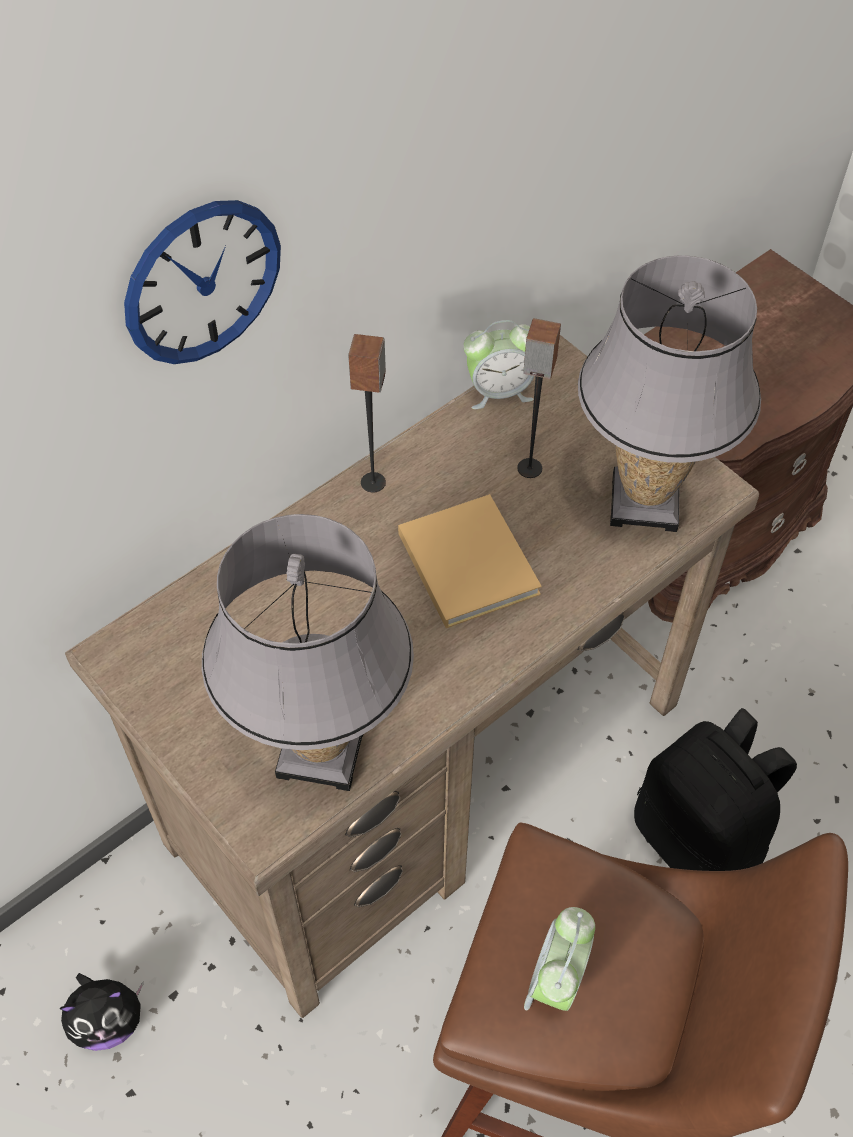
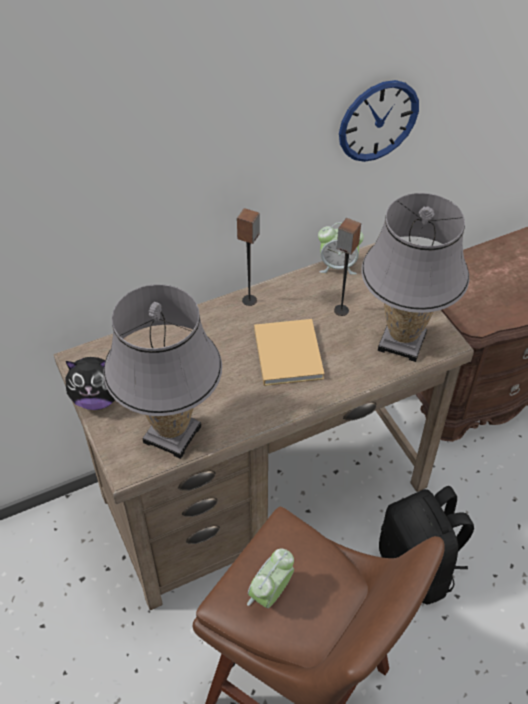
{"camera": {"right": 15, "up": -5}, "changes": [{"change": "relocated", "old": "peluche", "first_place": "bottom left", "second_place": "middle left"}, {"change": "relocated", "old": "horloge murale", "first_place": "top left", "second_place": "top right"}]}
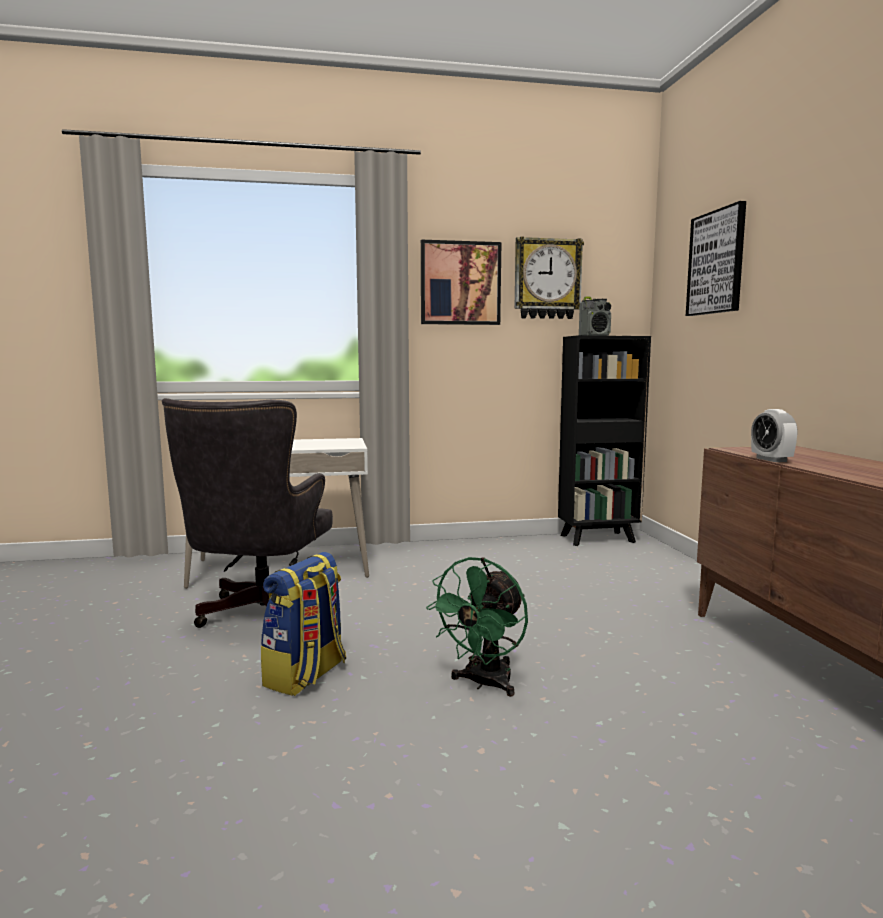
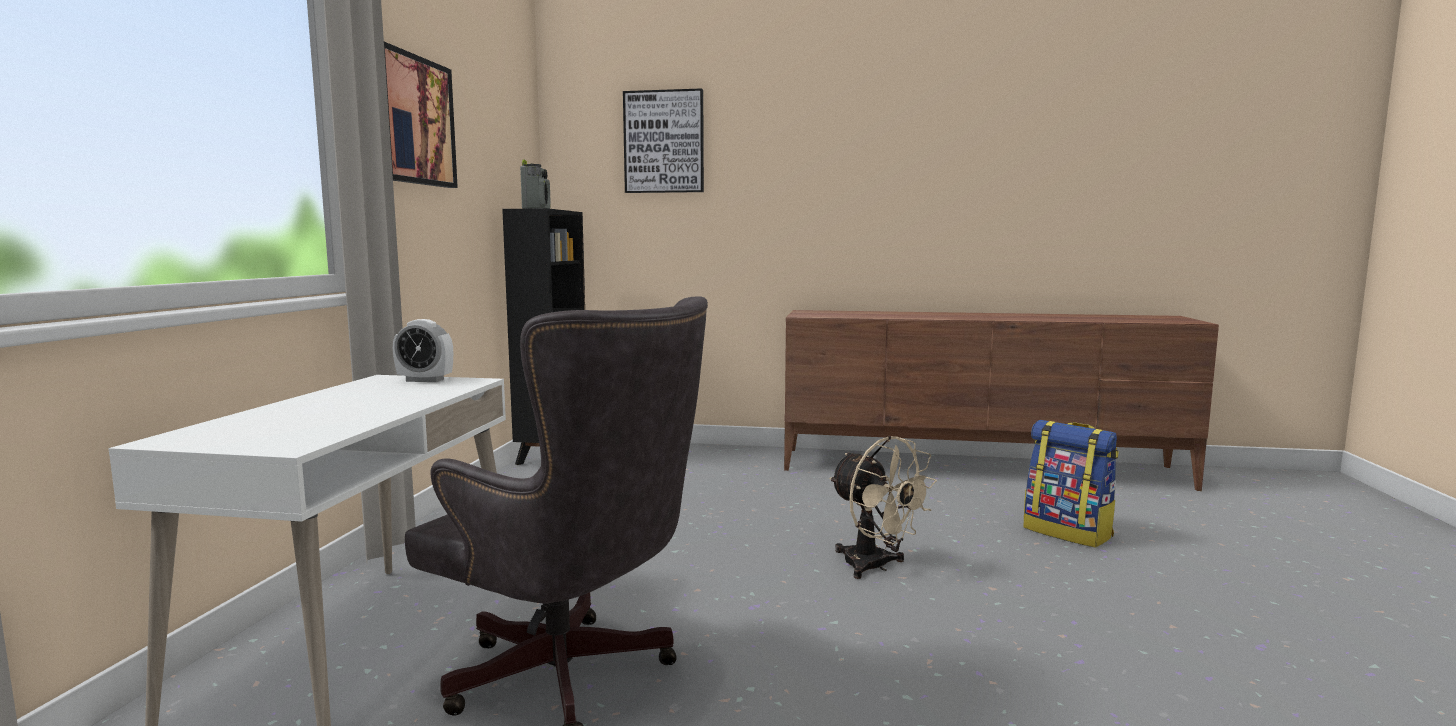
{"camera": {"right": -70, "up": 0}, "changes": [{"change": "relocated", "old": "sac à dos", "first_place": "bottom centre", "second_place": "bottom right"}, {"change": "colour", "old": "ventilateur (vert)", "new": "ventilateur (beige)", "first_place": "bottom centre", "second_place": "bottom centre"}, {"change": "missing", "old": "horloge murale", "first_place": "top centre"}, {"change": "relocated", "old": "réveil", "first_place": "middle right", "second_place": "middle left"}]}
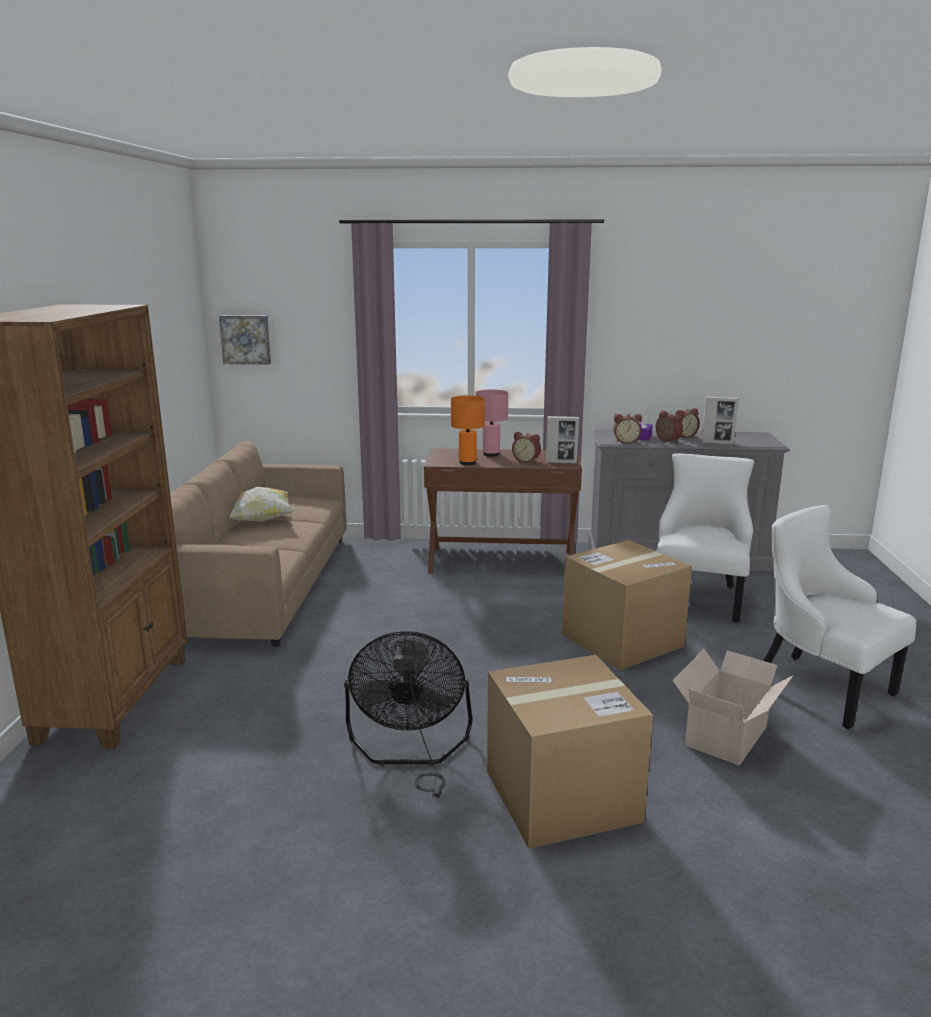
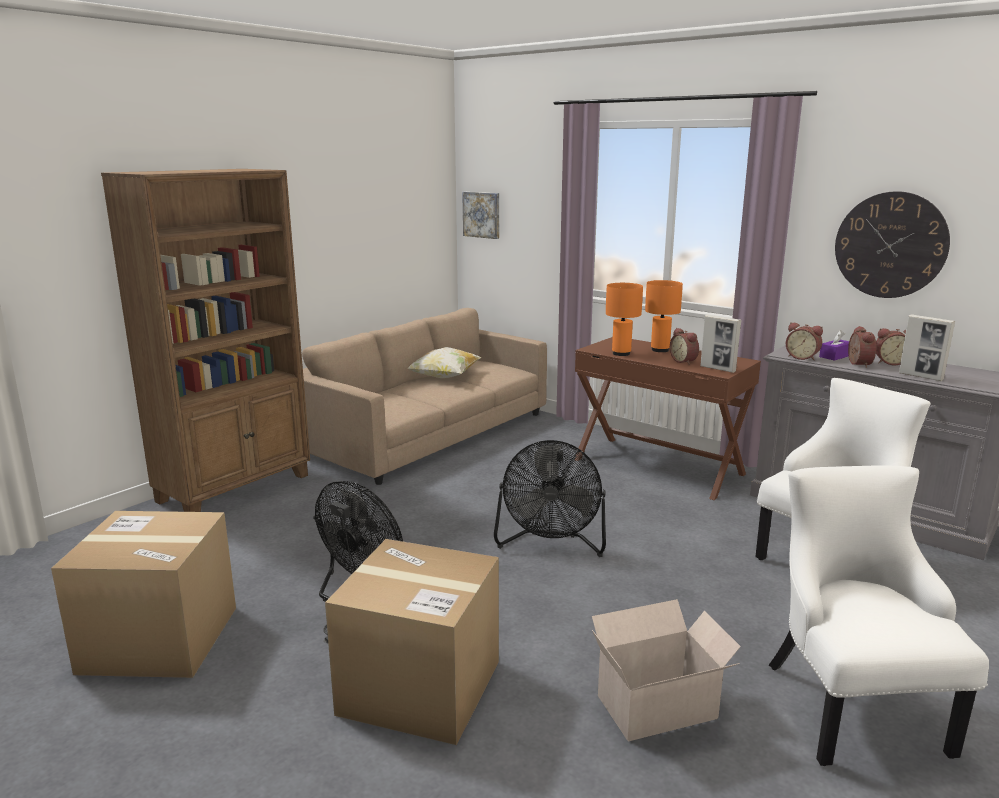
{"camera": {"right": 35, "up": 0}, "changes": [{"change": "colour", "old": "lampe de table (rose)", "new": "lampe de table (orange) (no. 2 from left)", "first_place": "centre", "second_place": "centre"}, {"change": "relocated", "old": "carton (no. 2 from left in the first image)", "new": "carton (no. 1 from left)", "first_place": "middle right", "second_place": "bottom left"}, {"change": "appeared", "new": "ventilateur (noir) (no. 2 from left)", "second_place": "centre"}, {"change": "appeared", "new": "horloge murale", "second_place": "top right"}]}
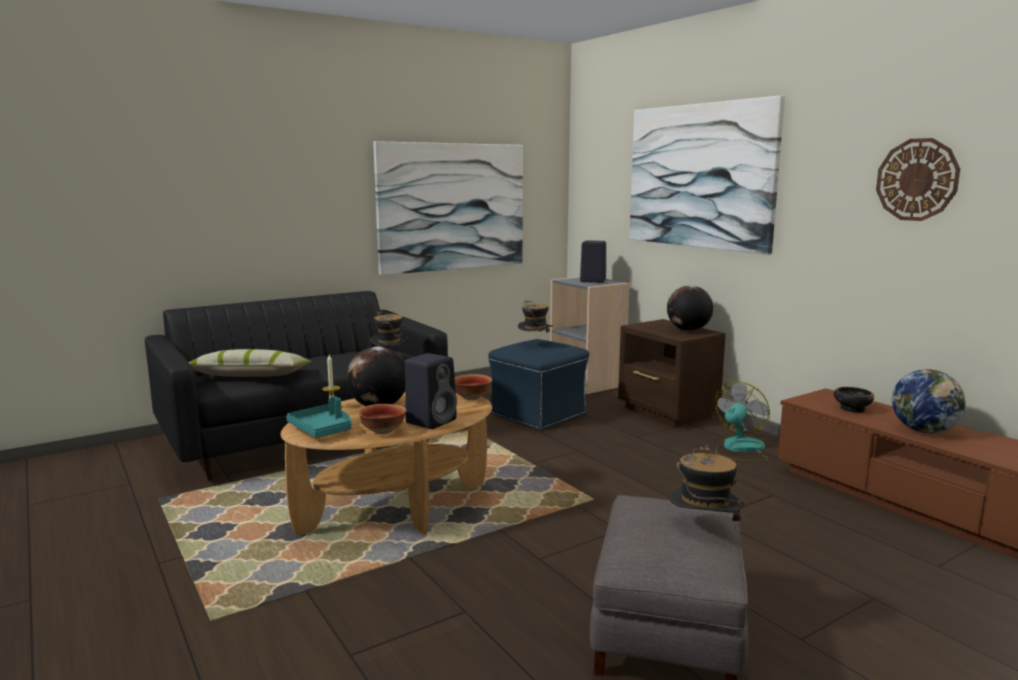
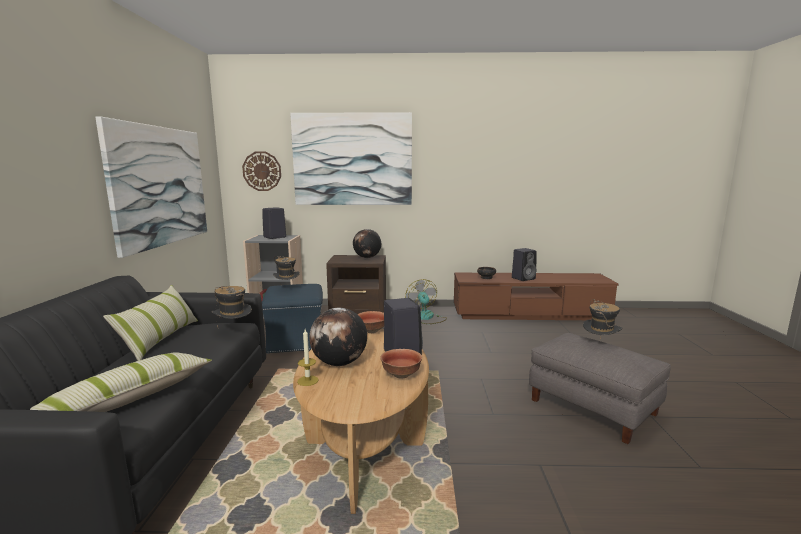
{"camera": {"right": -55, "up": 0}, "changes": [{"change": "missing", "old": "plateau (turquoise)", "first_place": "middle left"}, {"change": "relocated", "old": "horloge murale", "first_place": "top right", "second_place": "top left"}, {"change": "exchanged", "old": "globe (no. 3 from left)", "new": "enceinte (noir) (no. 3 from left)", "first_place": "middle right", "second_place": "centre"}, {"change": "appeared", "new": "coussin (no. 2 from left)", "second_place": "middle left"}]}
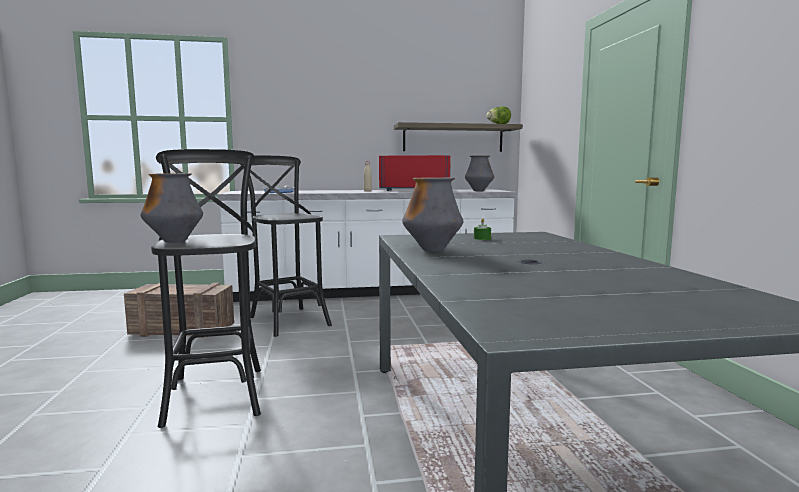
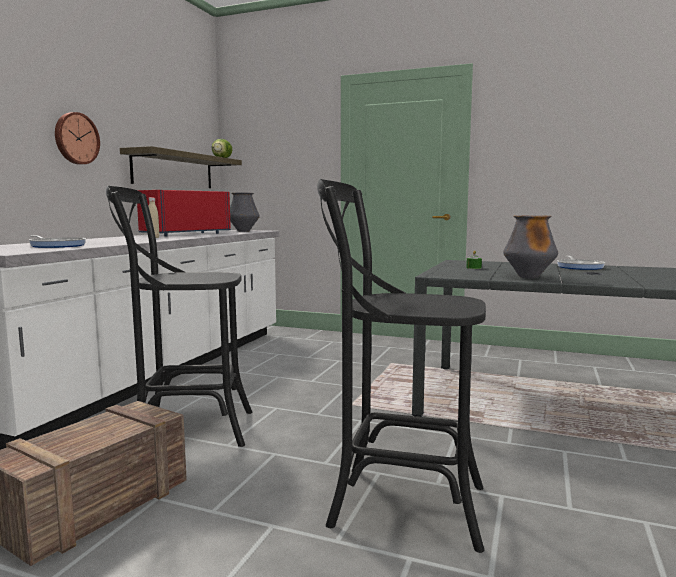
{"camera": {"right": -60, "up": 0}, "changes": [{"change": "missing", "old": "vase (no. 1 from left)", "first_place": "middle left"}, {"change": "appeared", "new": "horloge murale", "second_place": "top left"}, {"change": "appeared", "new": "poêle (no. 2 from left)", "second_place": "middle right"}]}
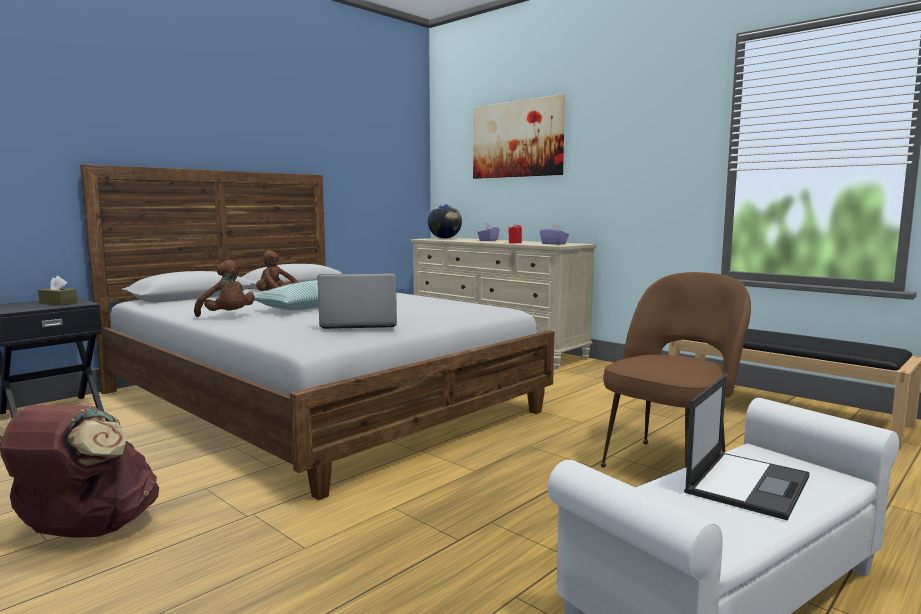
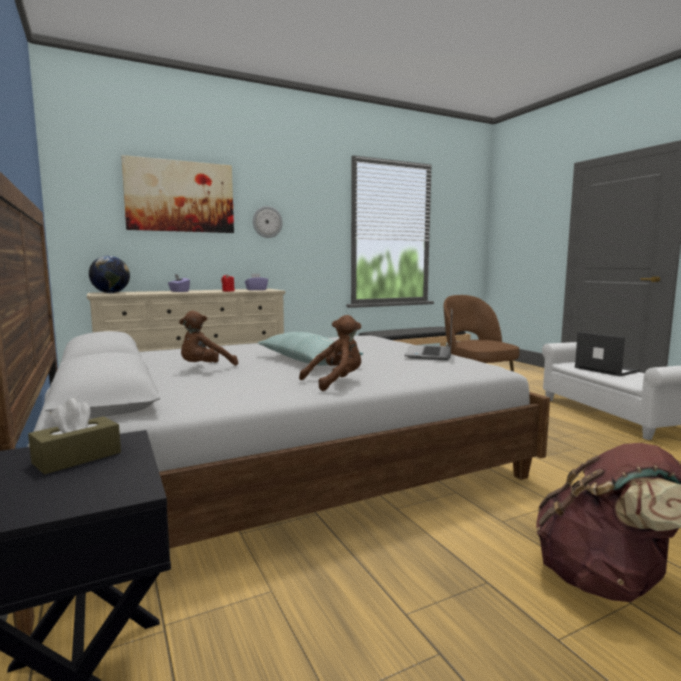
{"camera": {"right": -70, "up": 0}, "changes": [{"change": "appeared", "new": "horloge murale", "second_place": "top centre"}]}
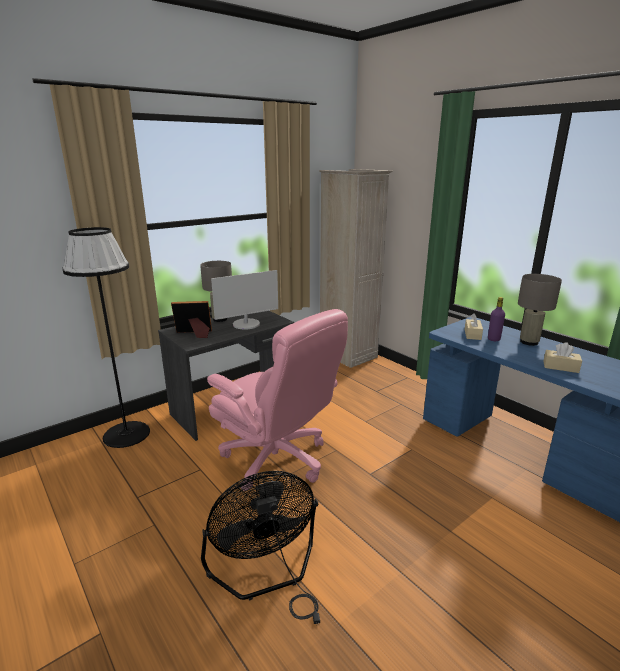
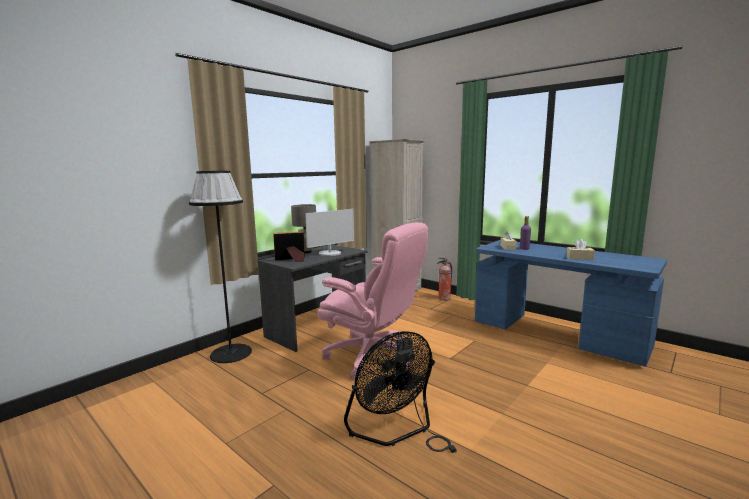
{"camera": {"right": -10, "up": -10}, "changes": [{"change": "missing", "old": "lampe de table (gris) (no. 2 from left)", "first_place": "middle right"}, {"change": "appeared", "new": "extincteur", "second_place": "centre"}]}
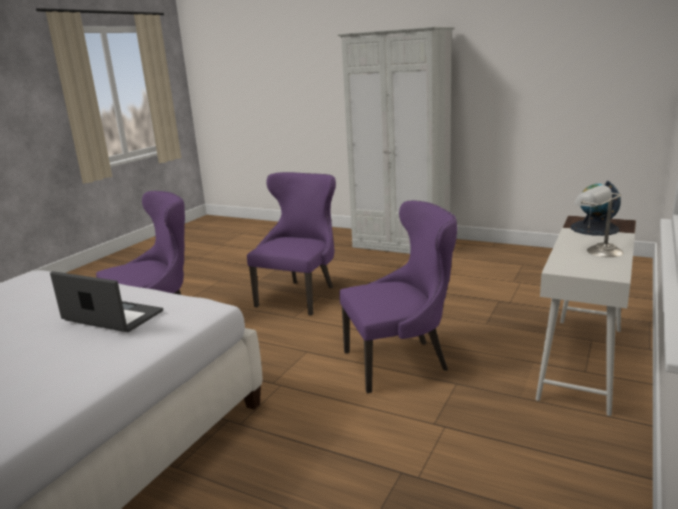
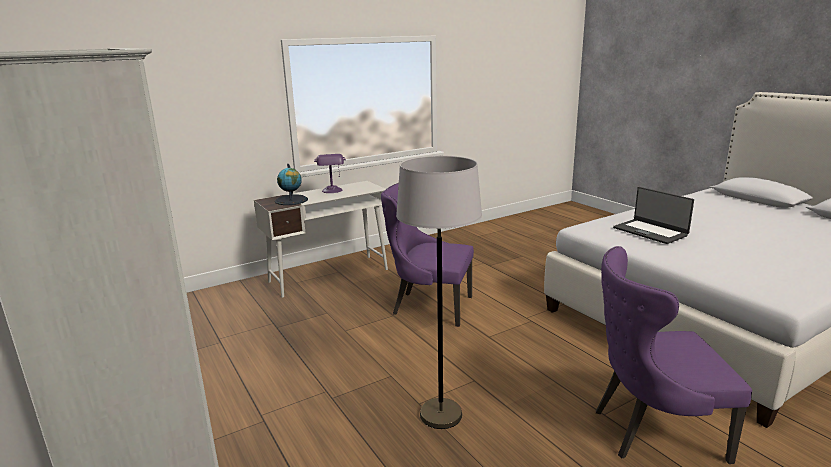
{"camera": {"right": -150, "up": 0}, "changes": [{"change": "exchanged", "old": "chaise (violet) (no. 2 from left)", "new": "lampadaire (gris)", "first_place": "centre", "second_place": "centre"}, {"change": "colour", "old": "lampe de table (blanc)", "new": "lampe de table (violet)", "first_place": "middle right", "second_place": "centre"}]}
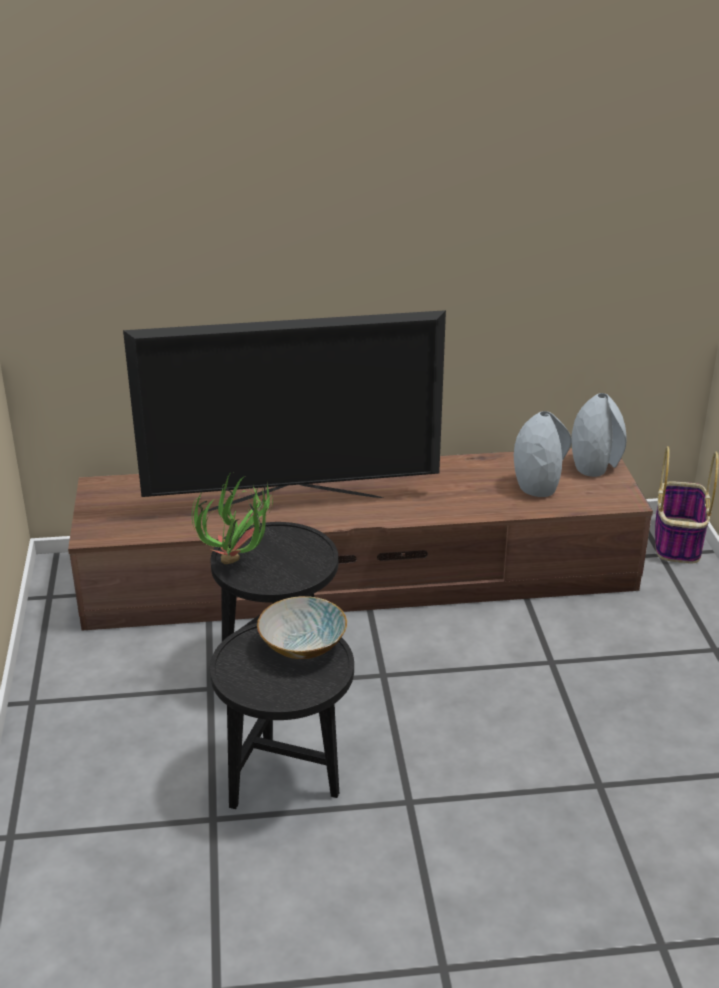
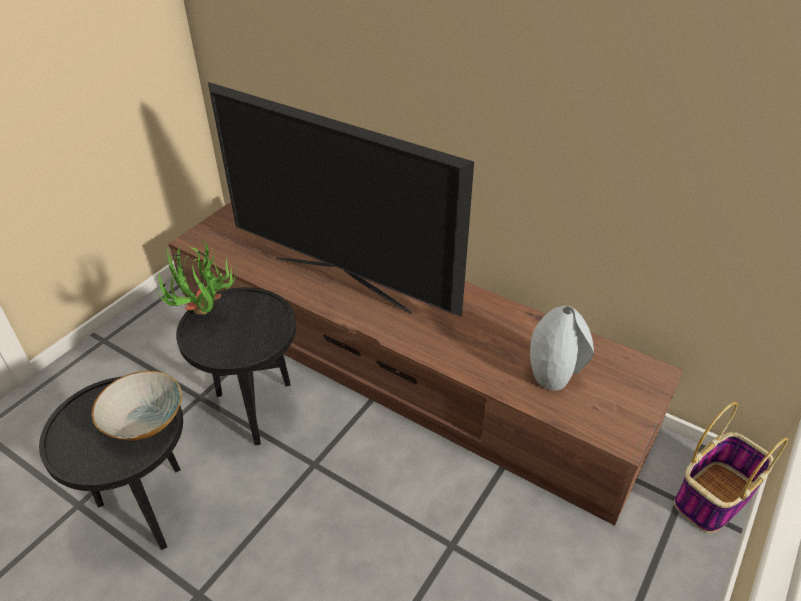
{"camera": {"right": 40, "up": 10}, "changes": [{"change": "missing", "old": "vase (gris) (no. 2 from left)", "first_place": "middle right"}]}
